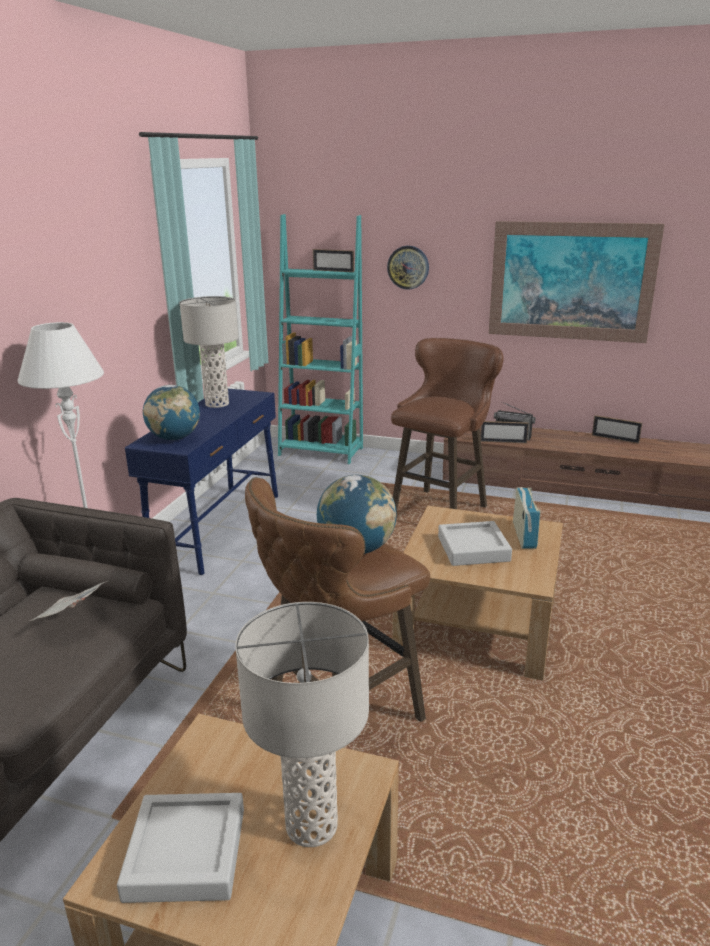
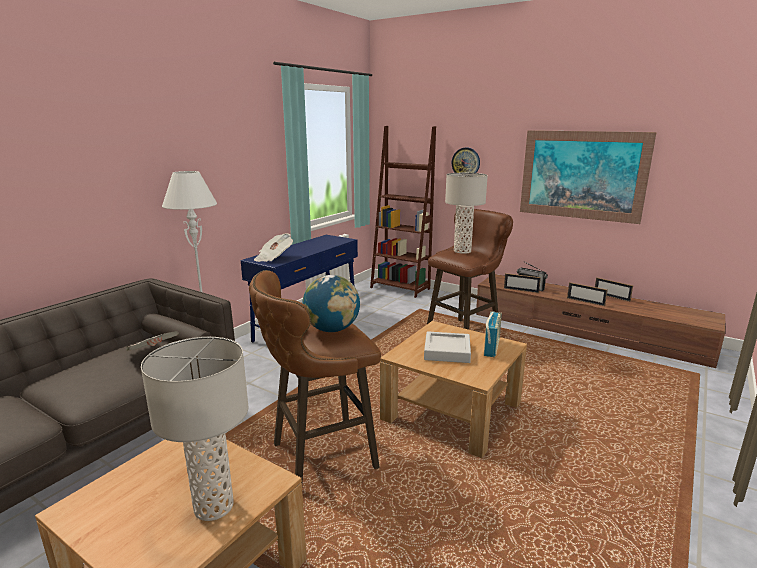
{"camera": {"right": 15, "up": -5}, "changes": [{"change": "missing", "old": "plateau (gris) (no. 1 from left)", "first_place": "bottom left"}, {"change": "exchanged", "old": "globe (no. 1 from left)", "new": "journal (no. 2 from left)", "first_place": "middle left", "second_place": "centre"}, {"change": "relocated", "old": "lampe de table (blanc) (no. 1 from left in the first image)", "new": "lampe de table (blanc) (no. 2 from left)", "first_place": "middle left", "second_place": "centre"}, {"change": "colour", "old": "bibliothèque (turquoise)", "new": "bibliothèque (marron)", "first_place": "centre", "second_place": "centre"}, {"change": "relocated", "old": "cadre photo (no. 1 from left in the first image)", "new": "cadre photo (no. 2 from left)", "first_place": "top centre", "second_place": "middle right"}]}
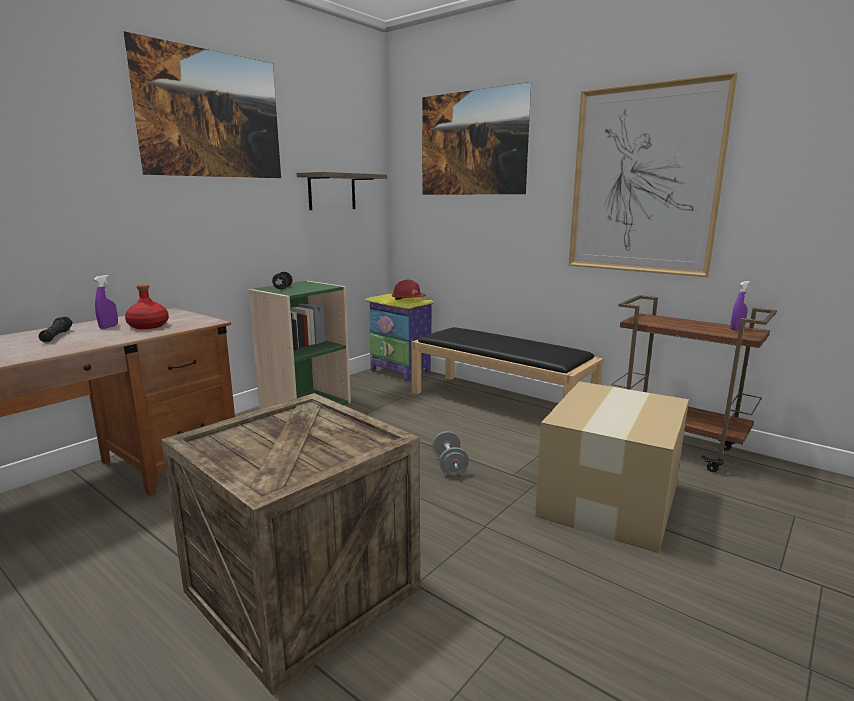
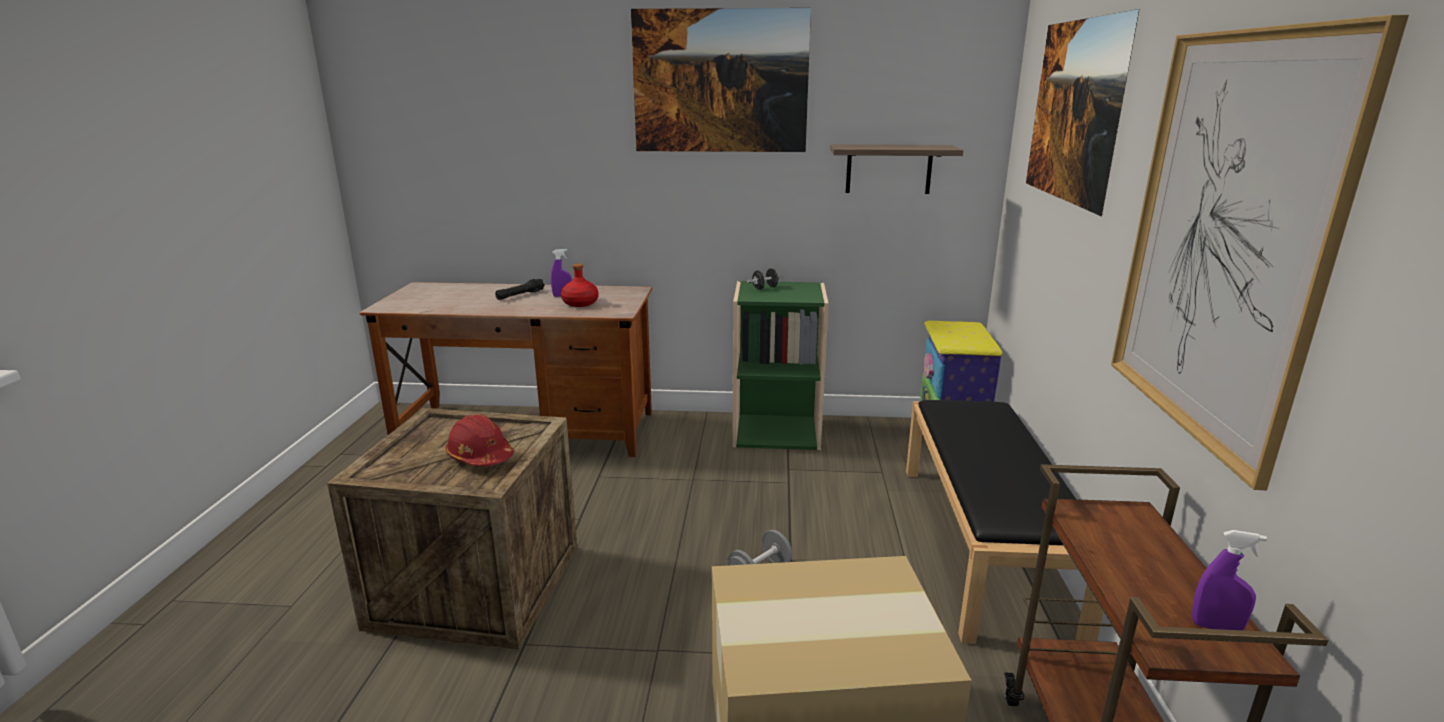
{"camera": {"right": 55, "up": 5}, "changes": [{"change": "relocated", "old": "casque de chantier (rouge)", "first_place": "centre", "second_place": "middle left"}]}
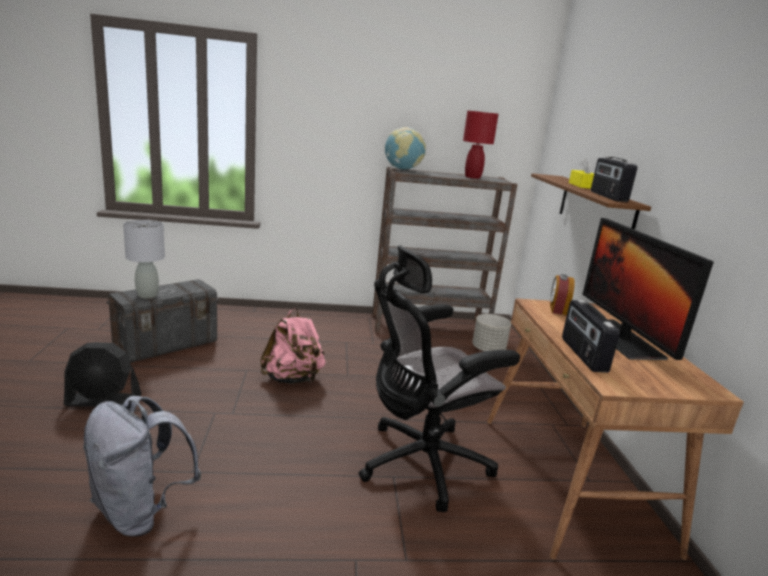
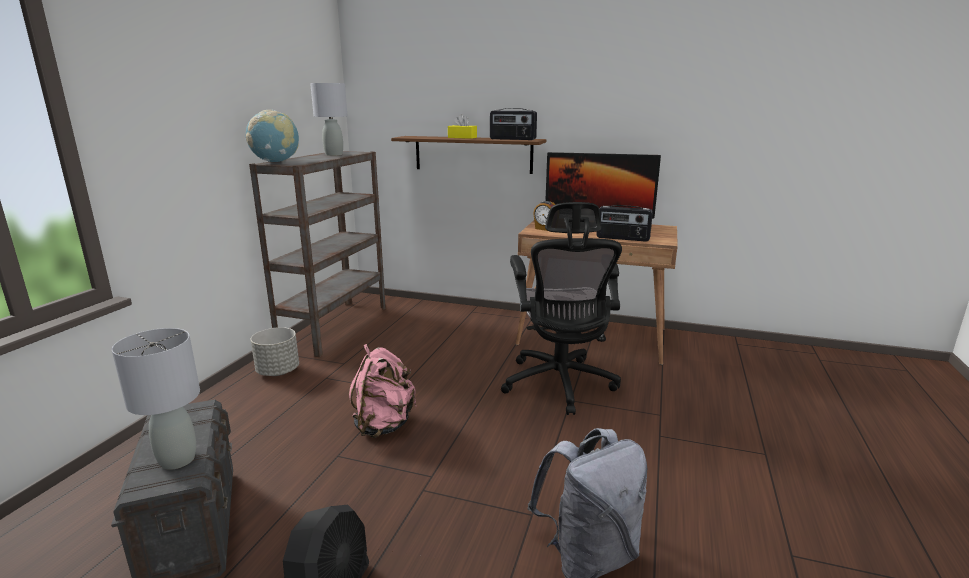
{"camera": {"right": -65, "up": 0}, "changes": [{"change": "colour", "old": "lampe de table (rouge)", "new": "lampe de table (gris) (no. 2 from left)", "first_place": "top centre", "second_place": "top centre"}, {"change": "relocated", "old": "cache-pot (gris)", "first_place": "centre", "second_place": "middle left"}]}
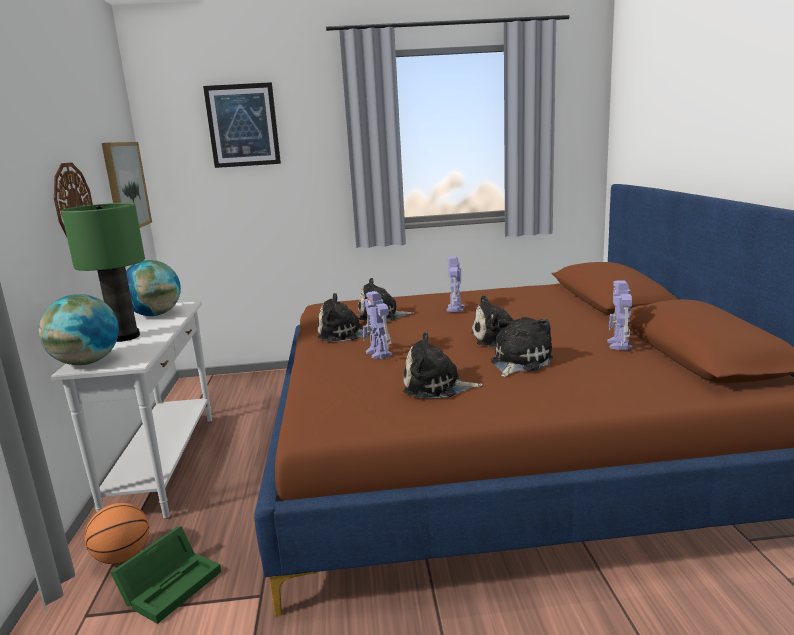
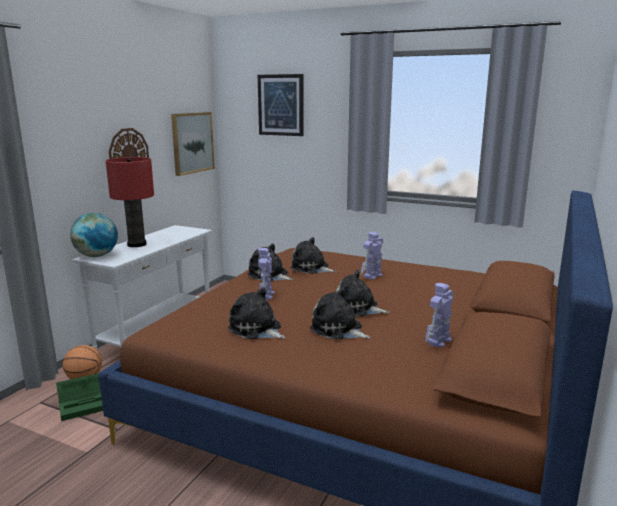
{"camera": {"right": 30, "up": 0}, "changes": [{"change": "colour", "old": "lampe de table (vert)", "new": "lampe de table (rouge)", "first_place": "middle left", "second_place": "middle left"}, {"change": "missing", "old": "globe (no. 2 from left)", "first_place": "middle left"}, {"change": "spun", "old": "peluche (no. 5 from left in the first image)", "first_place": "centre", "second_place": "centre", "degrees": -120}]}
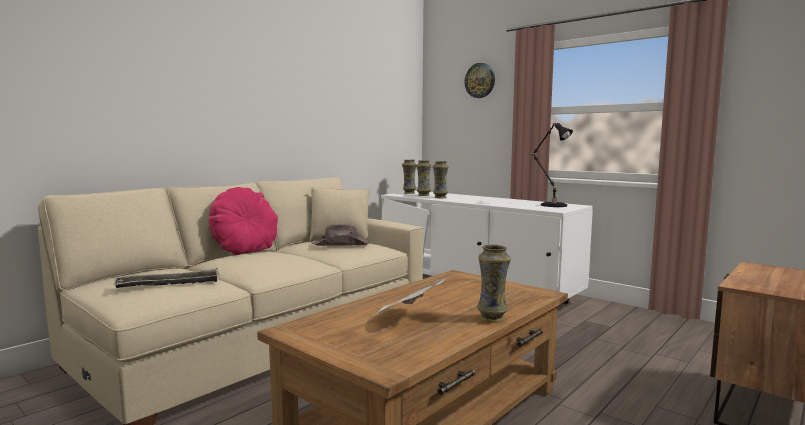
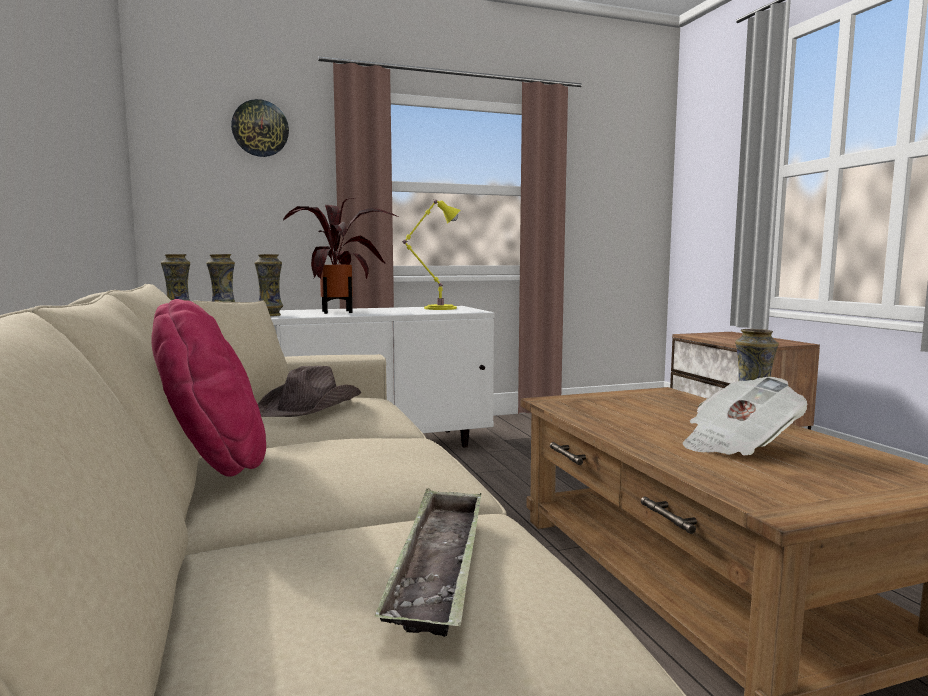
{"camera": {"right": -60, "up": 0}, "changes": [{"change": "colour", "old": "lampe de table (noir)", "new": "lampe de table (jaune)", "first_place": "middle right", "second_place": "centre"}, {"change": "appeared", "new": "plante en pot", "second_place": "centre"}]}
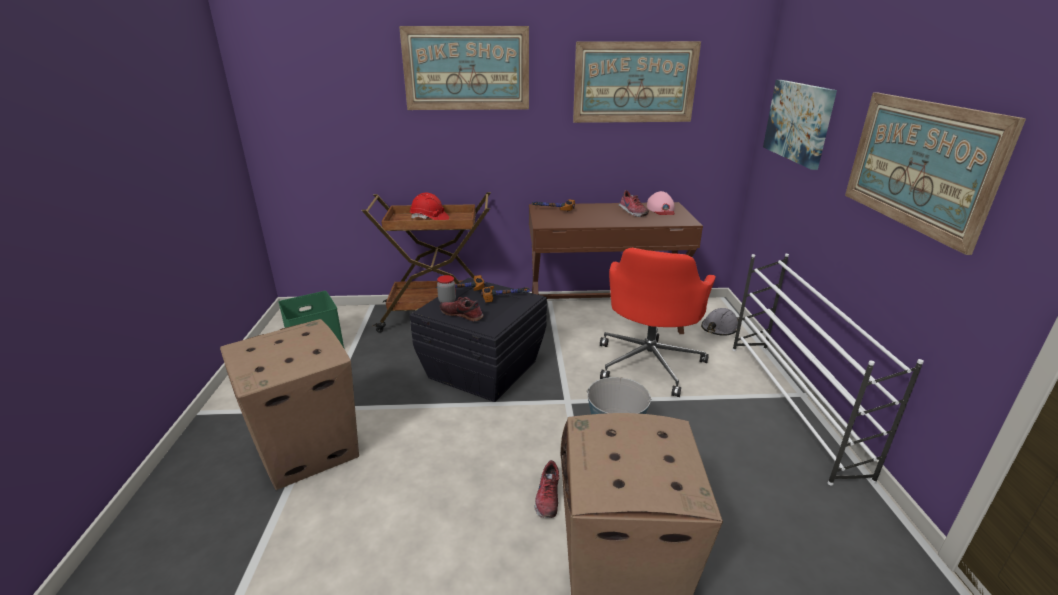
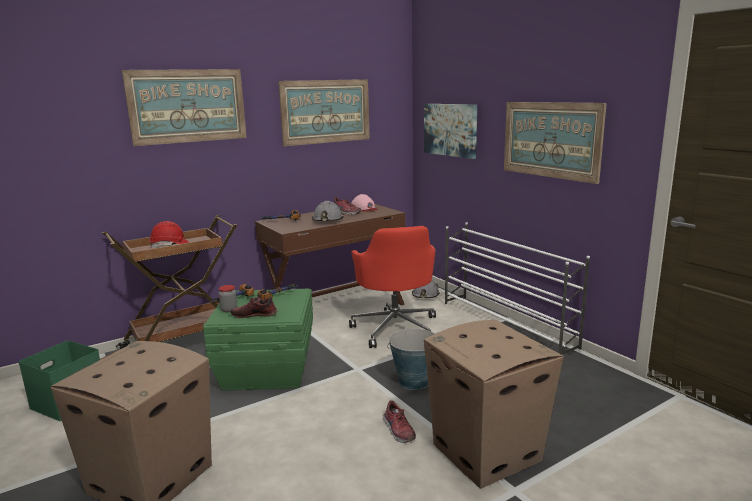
{"camera": {"right": -30, "up": -10}, "changes": [{"change": "colour", "old": "boîte de rangement (noir)", "new": "boîte de rangement (vert) (no. 2 from left)", "first_place": "centre", "second_place": "bottom centre"}, {"change": "appeared", "new": "casque de chantier (gris) (no. 1 from left)", "second_place": "centre"}]}
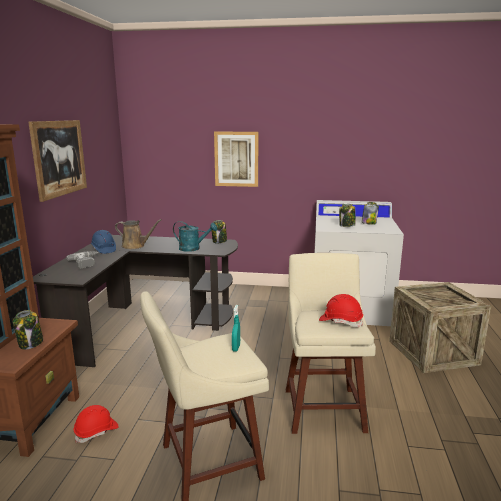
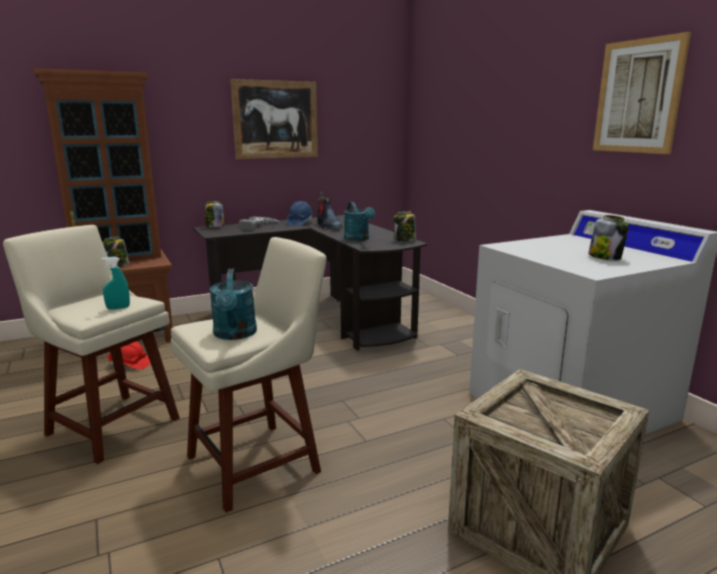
{"camera": {"right": 55, "up": 0}, "changes": [{"change": "exchanged", "old": "arrosoir (marron)", "new": "botte", "first_place": "middle left", "second_place": "centre"}, {"change": "relocated", "old": "tableau (no. 2 from left)", "first_place": "top centre", "second_place": "top right"}, {"change": "exchanged", "old": "casque de chantier (rouge) (no. 2 from left)", "new": "arrosoir (turquoise) (no. 1 from left)", "first_place": "middle right", "second_place": "middle left"}, {"change": "relocated", "old": "bocal (no. 3 from left in the first image)", "new": "bocal (no. 2 from left)", "first_place": "middle right", "second_place": "middle left"}]}
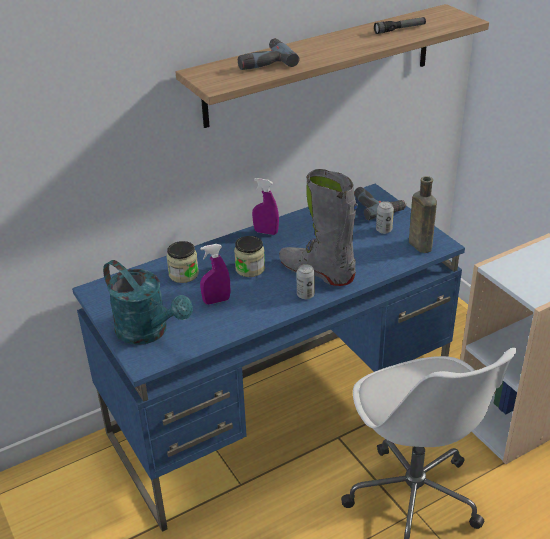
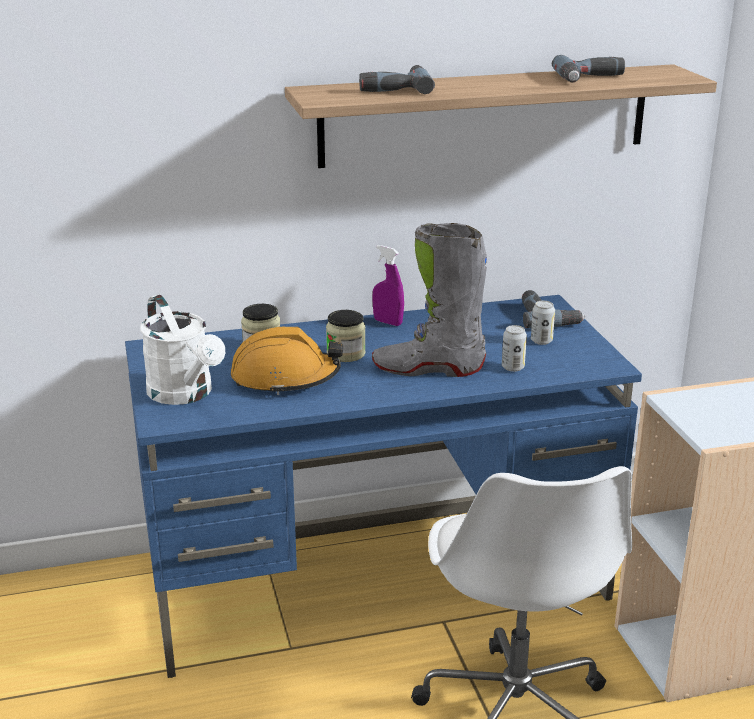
{"camera": {"right": 15, "up": -10}, "changes": [{"change": "colour", "old": "arrosoir (turquoise)", "new": "arrosoir (blanc)", "first_place": "middle left", "second_place": "middle left"}, {"change": "exchanged", "old": "vaporisateur (violet) (no. 1 from left)", "new": "casque de chantier (orange)", "first_place": "centre", "second_place": "centre"}, {"change": "spun", "old": "botte (gris)", "first_place": "centre", "second_place": "centre", "degrees": -45}, {"change": "relocated", "old": "boîte métallique (no. 1 from left)", "first_place": "centre", "second_place": "middle right"}, {"change": "exchanged", "old": "lampe de poche", "new": "perceuse (no. 3 from left)", "first_place": "top right", "second_place": "top right"}, {"change": "missing", "old": "bouteille (marron)", "first_place": "middle right"}]}
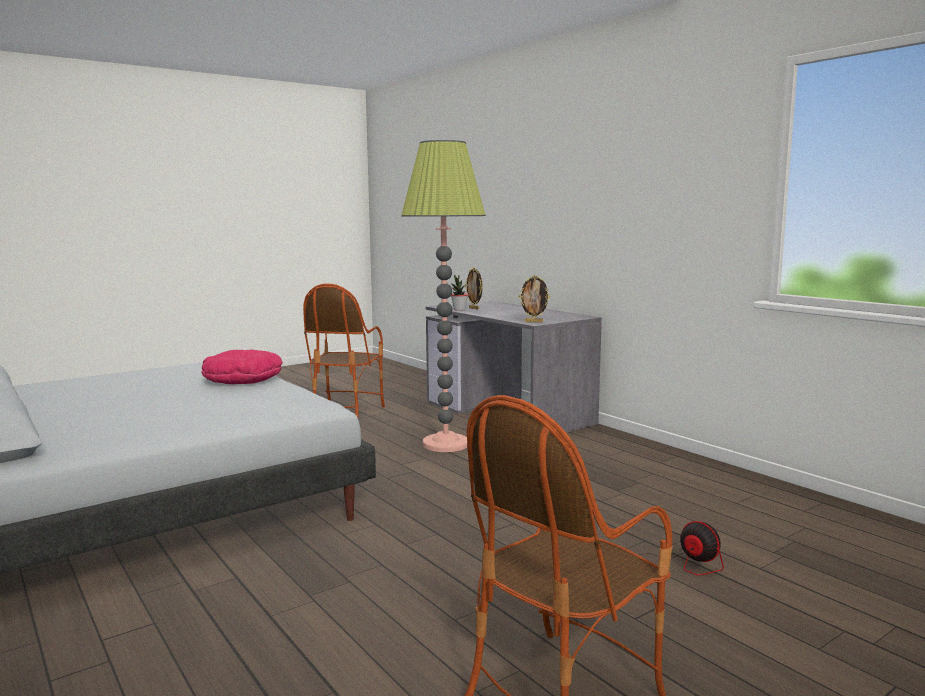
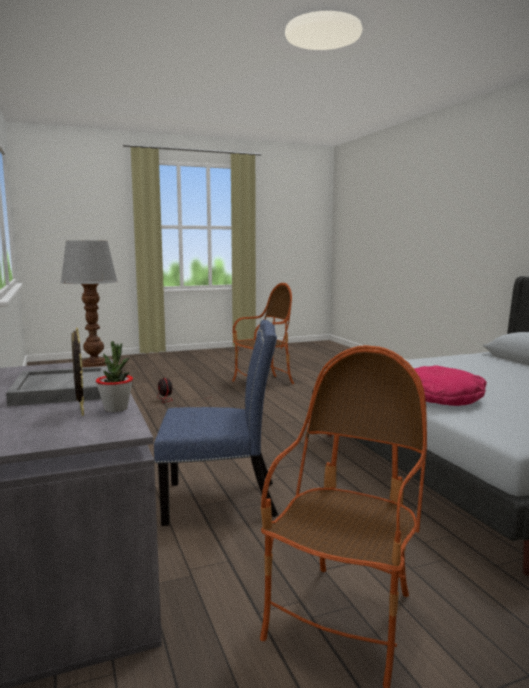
{"camera": {"right": -165, "up": 0}, "changes": [{"change": "exchanged", "old": "lampadaire", "new": "chaise (bleu)", "first_place": "centre", "second_place": "centre"}, {"change": "exchanged", "old": "cadre photo (no. 2 from left)", "new": "lampe de table", "first_place": "centre", "second_place": "middle left"}, {"change": "appeared", "new": "plateau (gris)", "second_place": "middle left"}]}
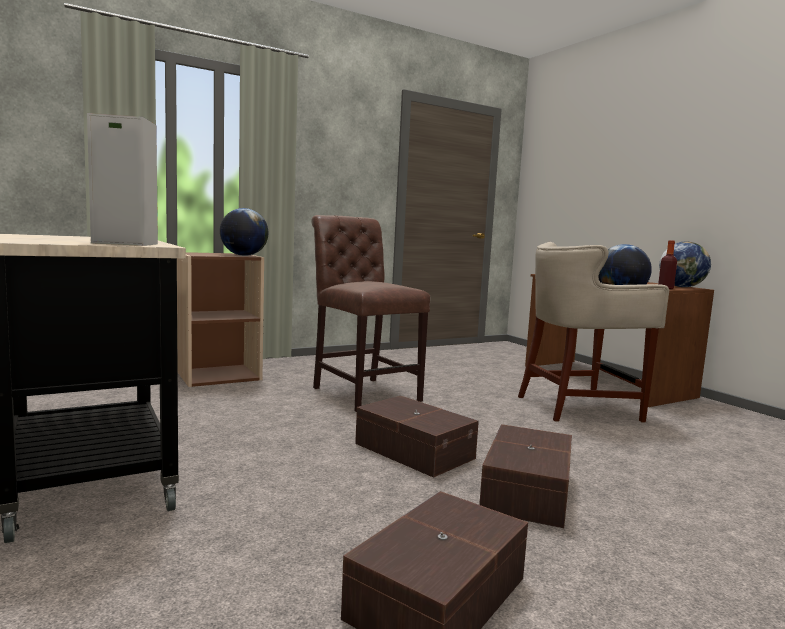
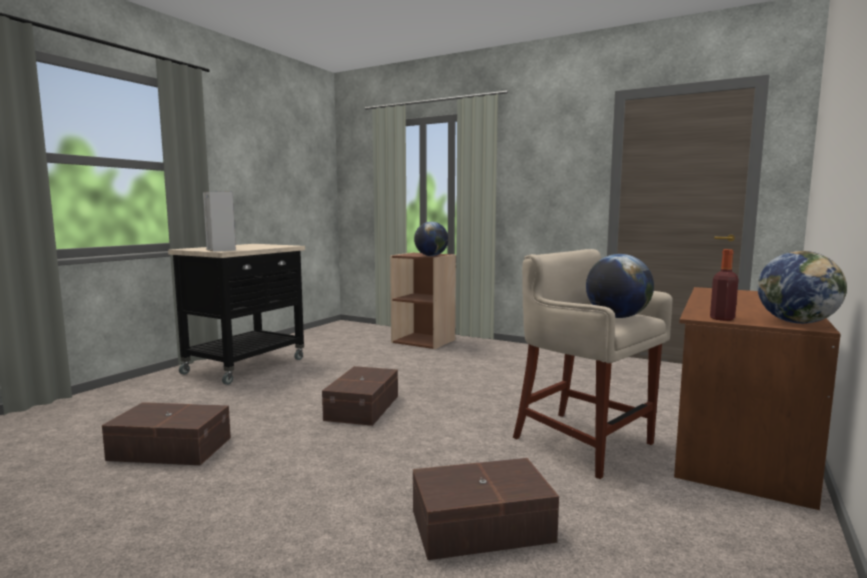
{"camera": {"right": 60, "up": 0}, "changes": [{"change": "missing", "old": "chaise (marron)", "first_place": "centre"}, {"change": "relocated", "old": "boîte de rangement (marron) (no. 3 from left)", "first_place": "bottom right", "second_place": "bottom centre"}]}
